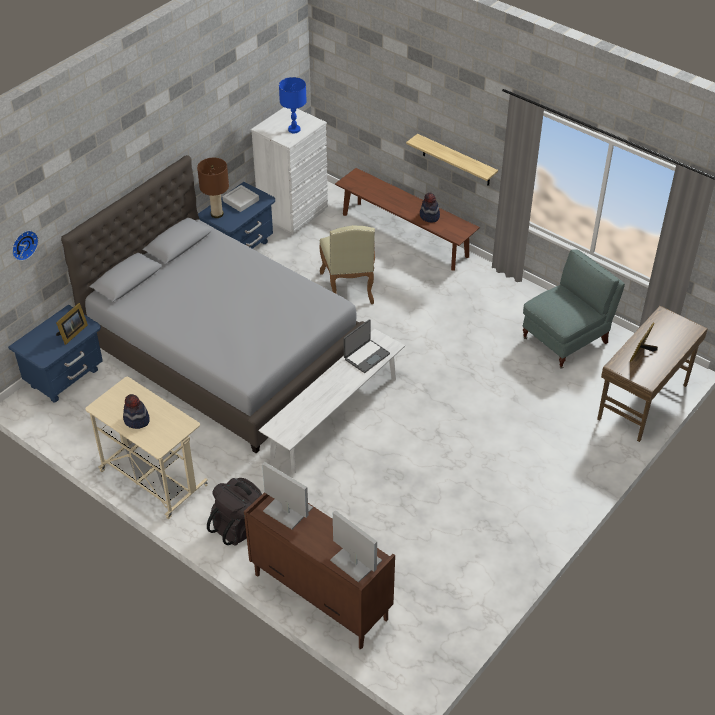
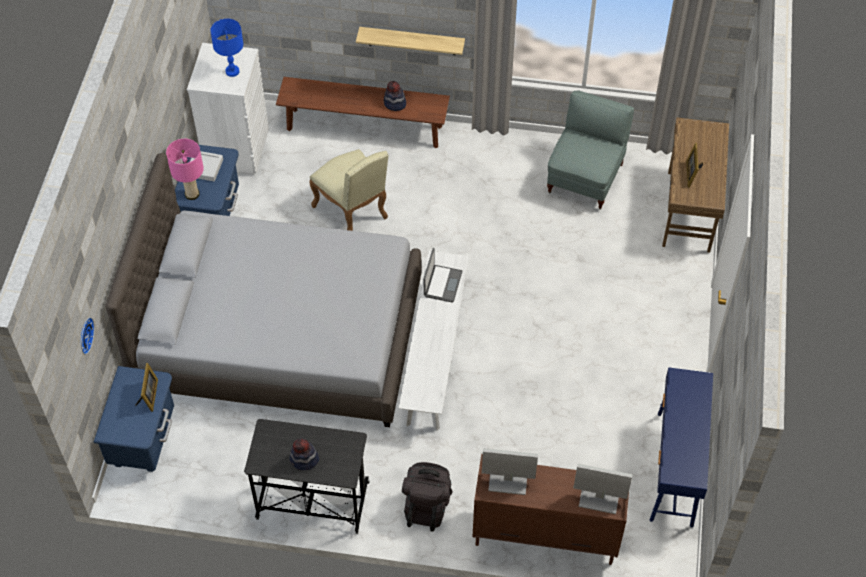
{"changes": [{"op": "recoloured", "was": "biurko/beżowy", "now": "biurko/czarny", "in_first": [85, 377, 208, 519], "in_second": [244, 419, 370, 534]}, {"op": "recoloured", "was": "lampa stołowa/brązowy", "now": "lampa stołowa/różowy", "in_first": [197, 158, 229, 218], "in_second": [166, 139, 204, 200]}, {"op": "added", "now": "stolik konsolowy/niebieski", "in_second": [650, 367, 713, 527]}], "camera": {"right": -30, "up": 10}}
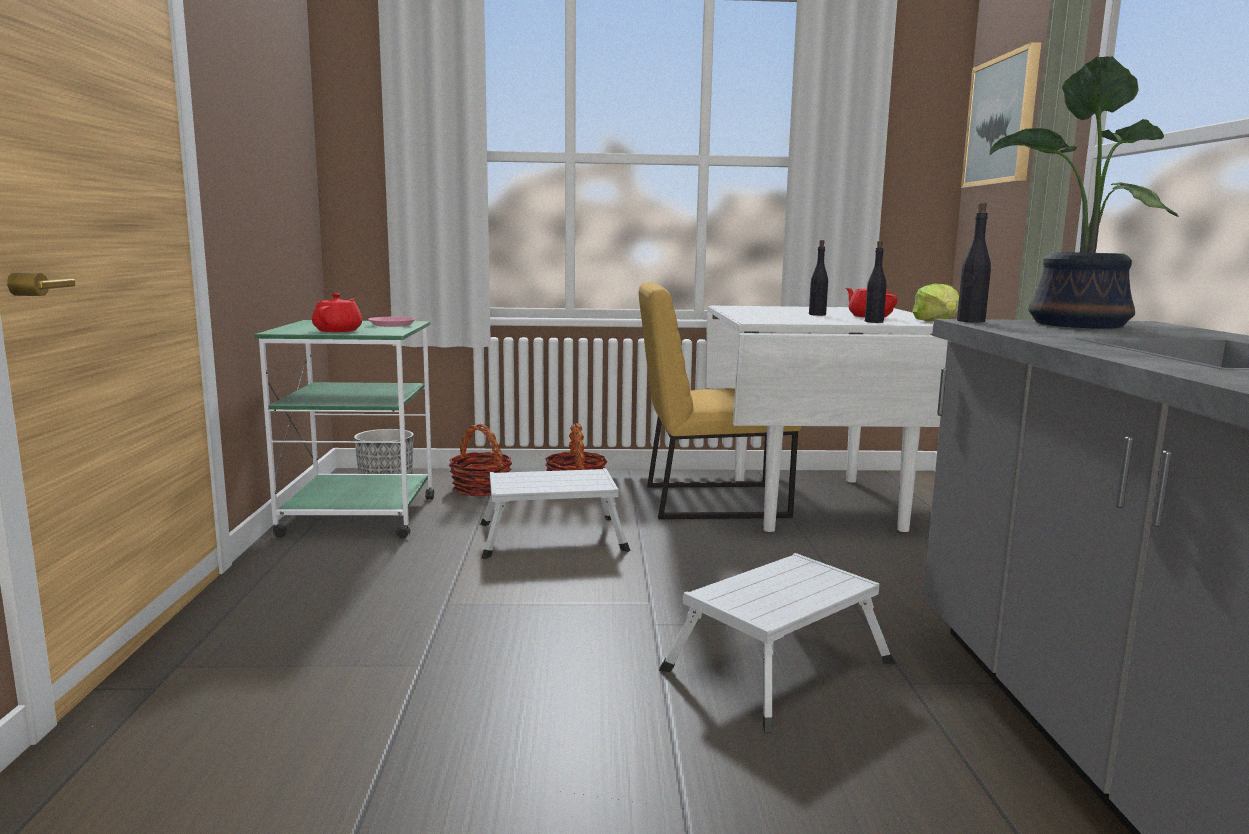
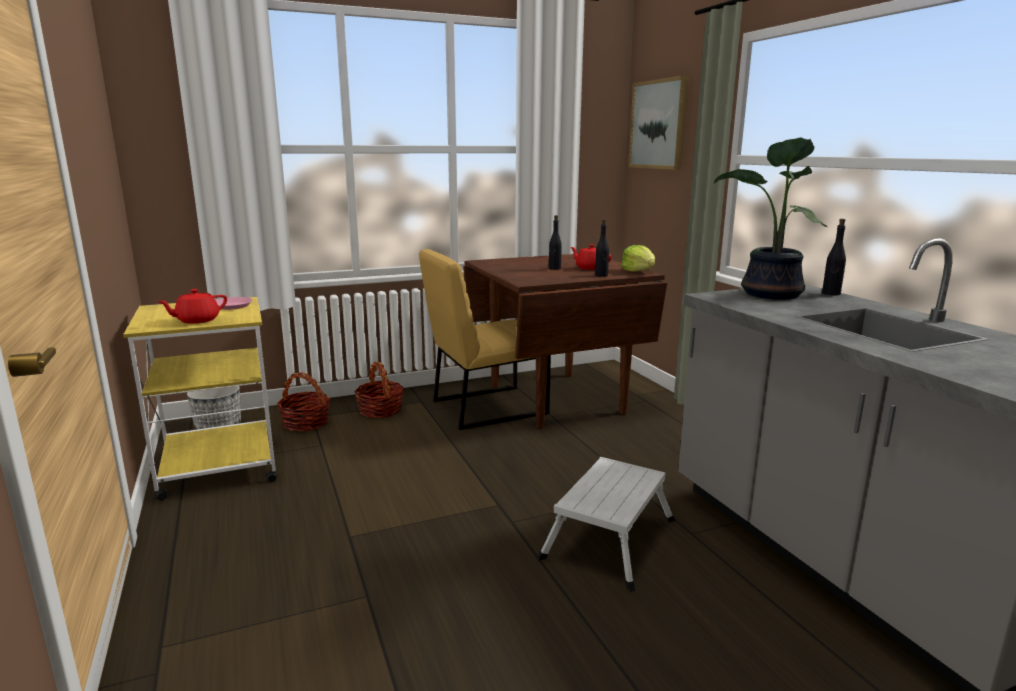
{"changes": [{"op": "recoloured", "was": "wózek/zielony", "now": "wózek/żółty", "in_first": [254, 320, 434, 538], "in_second": [123, 297, 278, 501]}, {"op": "turned", "was": "imbryk/czerwony", "in_first": [312, 293, 362, 332], "in_second": [157, 289, 227, 324], "clockwise": -120}, {"op": "removed", "was": "drabinka/biały", "in_first": [480, 468, 631, 559]}, {"op": "recoloured", "was": "stół jadalny/biały", "now": "stół jadalny/brązowy", "in_first": [706, 306, 948, 532], "in_second": [463, 254, 667, 429]}, {"op": "moved", "was": "butelka/czarny", "in_first": [957, 202, 991, 323], "in_second": [822, 219, 846, 295]}], "camera": {"right": -20, "up": 5}}
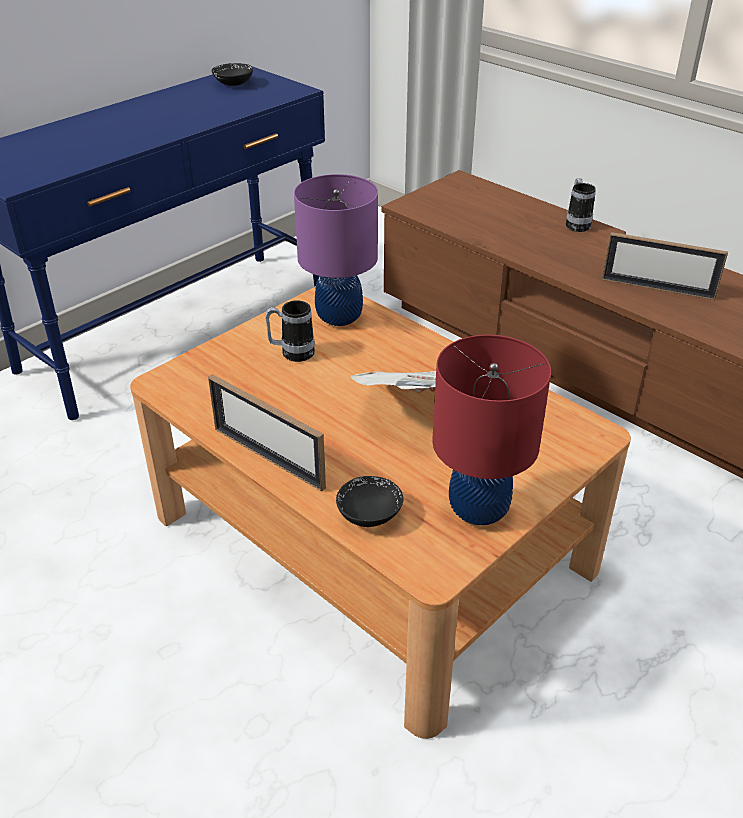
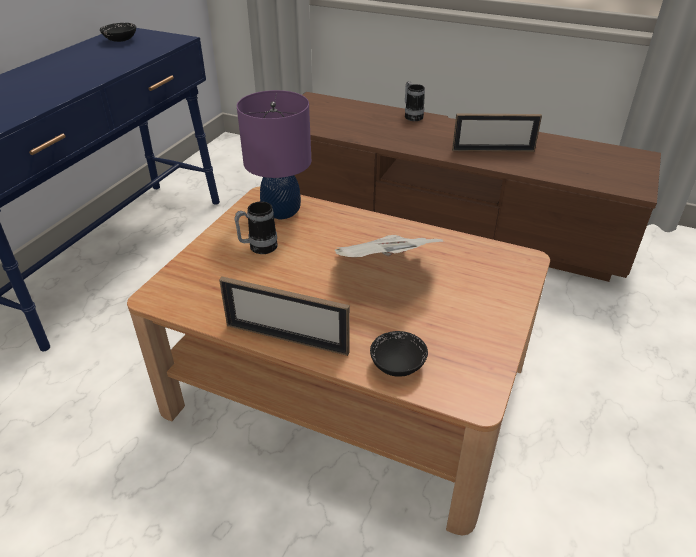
{"changes": [{"op": "removed", "was": "lampa stołowa/czerwony", "in_first": [432, 335, 551, 525]}], "camera": {"right": -20, "up": 0}}
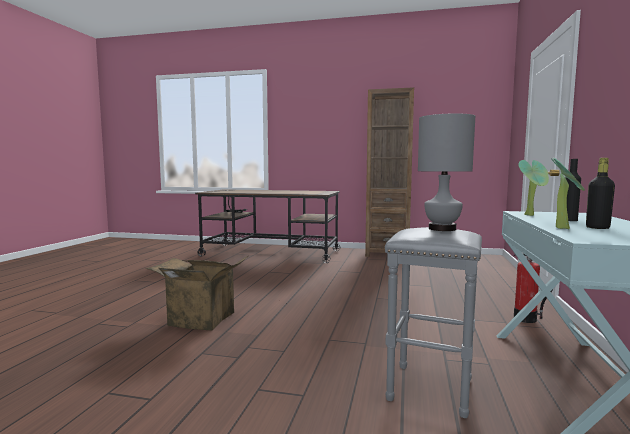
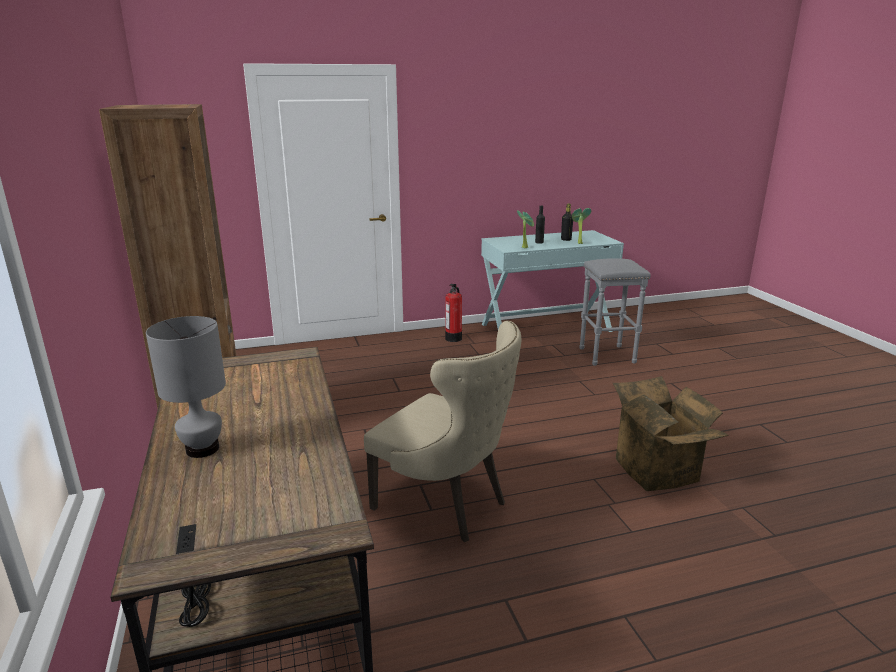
{"changes": [{"op": "moved", "was": "lampa stołowa/szary", "in_first": [418, 113, 475, 231], "in_second": [146, 316, 226, 458]}, {"op": "added", "now": "krzesło/beżowy", "in_second": [364, 320, 521, 542]}], "camera": {"right": -120, "up": 15}}
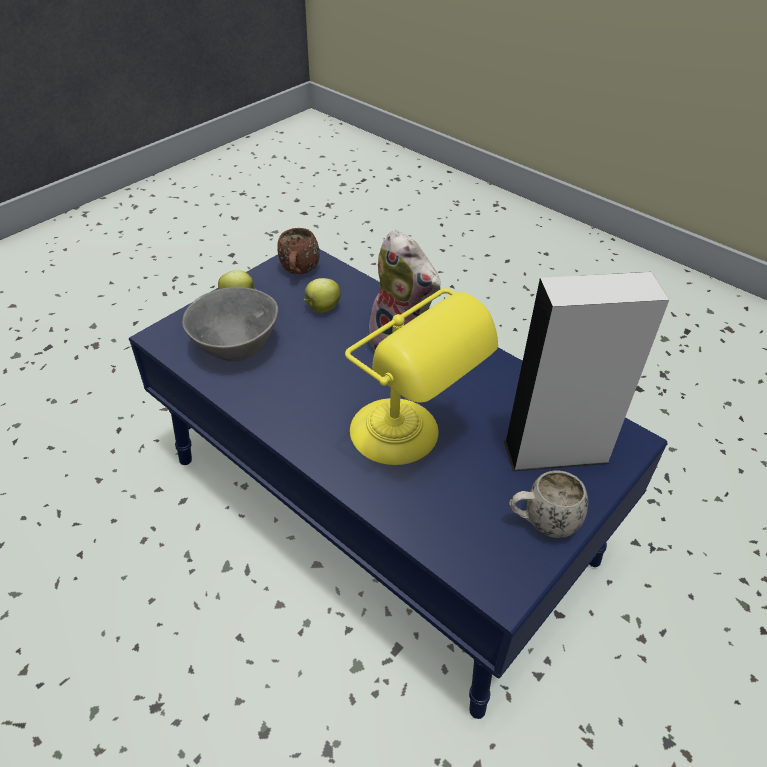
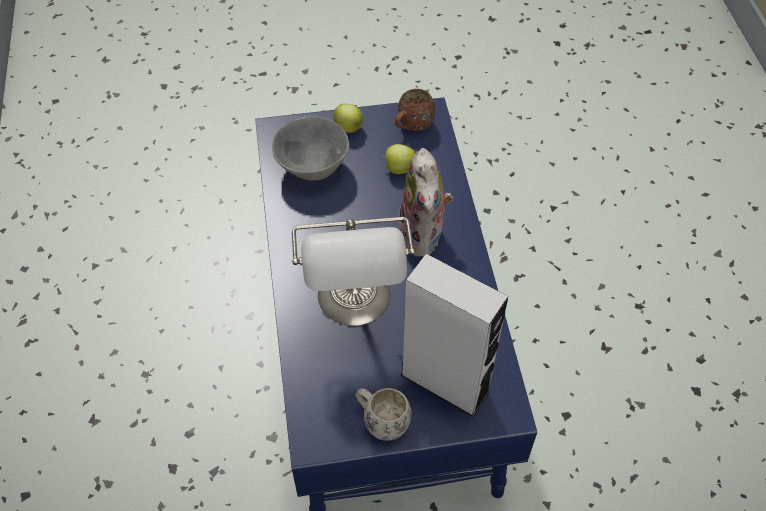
{"changes": [{"op": "recoloured", "was": "lampa stołowa/żółty", "now": "lampa stołowa/biały", "in_first": [345, 288, 498, 465], "in_second": [292, 217, 415, 326]}], "camera": {"right": 40, "up": 10}}
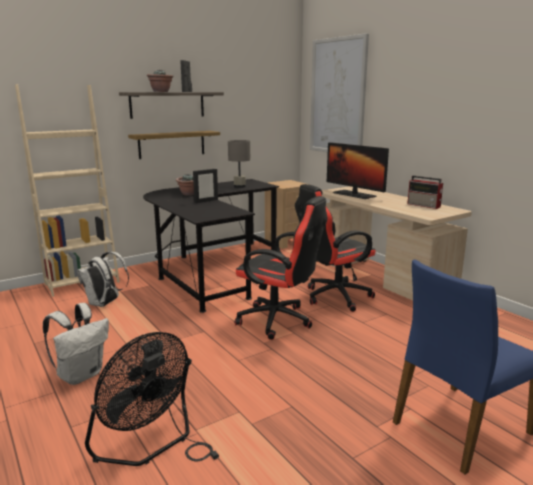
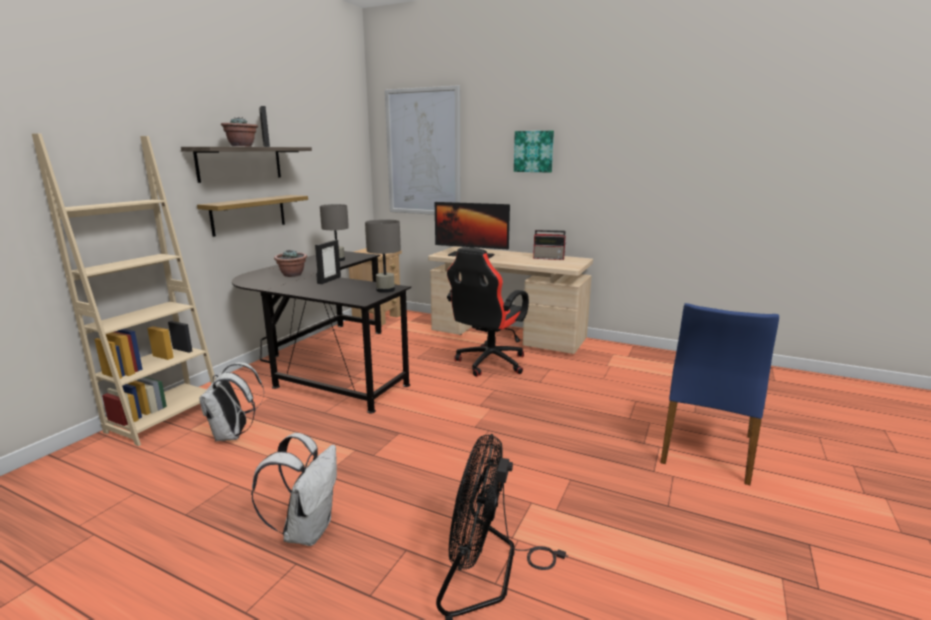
{"changes": [{"op": "removed", "was": "krzesło biurowe/czarny", "in_first": [235, 196, 328, 340]}, {"op": "added", "now": "lampa stołowa/szary", "in_second": [365, 219, 401, 293]}, {"op": "added", "now": "obraz", "in_second": [514, 131, 554, 173]}], "camera": {"right": -30, "up": 0}}
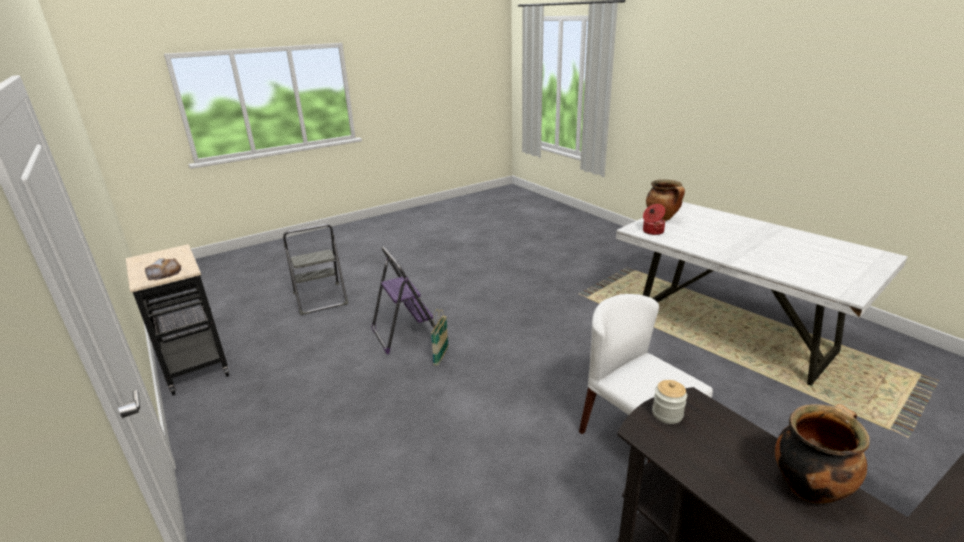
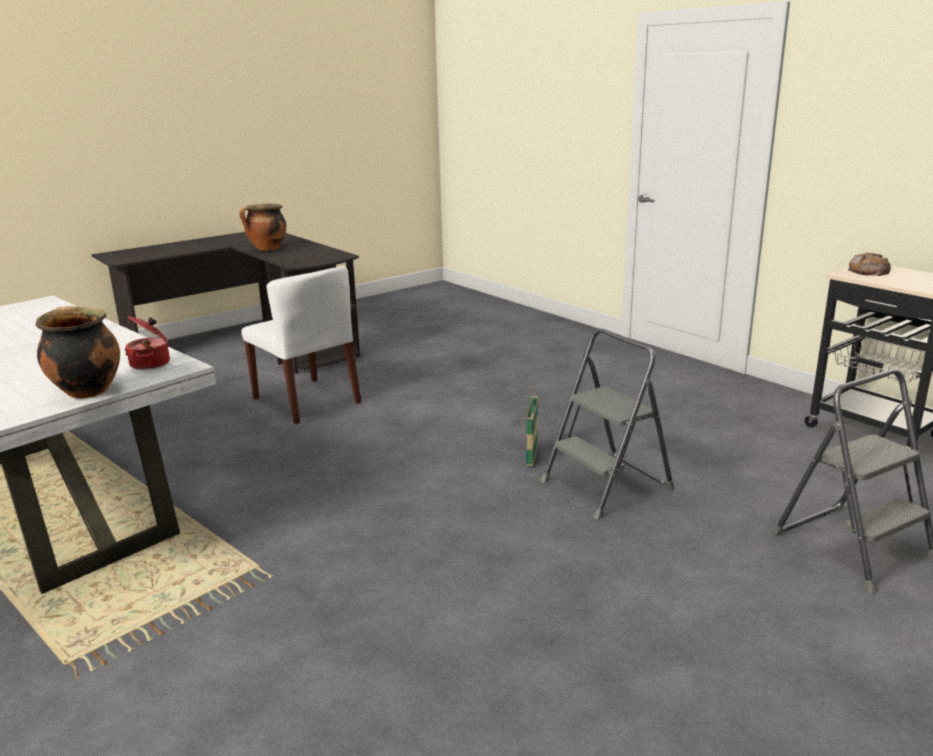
{"changes": [{"op": "recoloured", "was": "drabinka/fioletowy", "now": "drabinka/szary", "in_first": [371, 246, 436, 354], "in_second": [540, 329, 674, 520]}, {"op": "removed", "was": "słoik", "in_first": [652, 380, 687, 424]}], "camera": {"right": 175, "up": -5}}
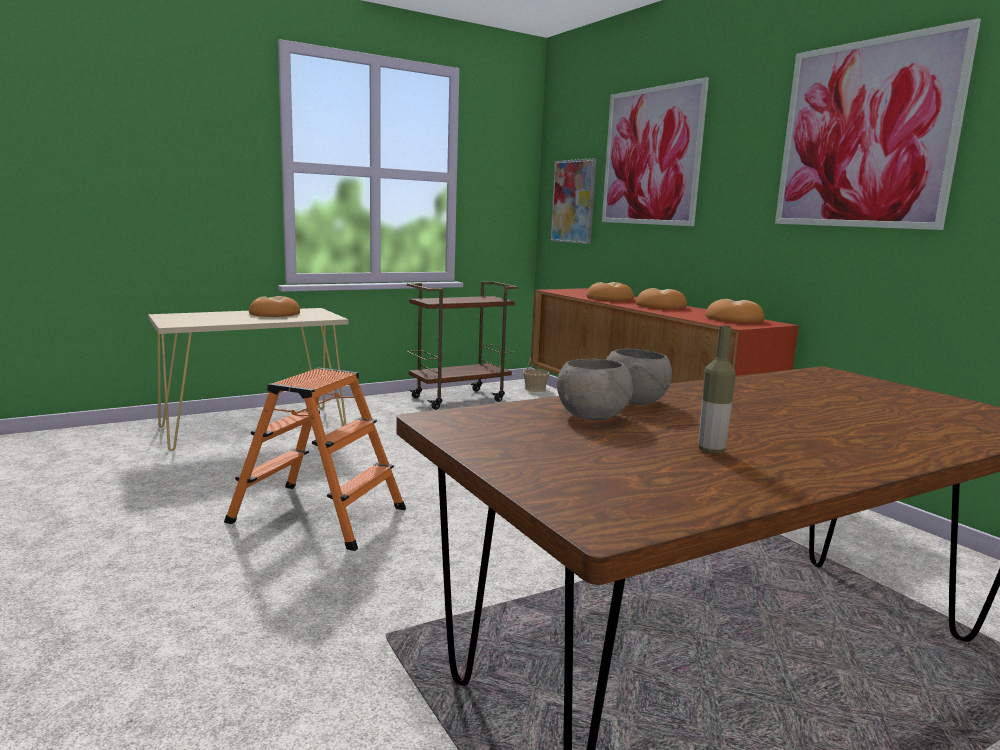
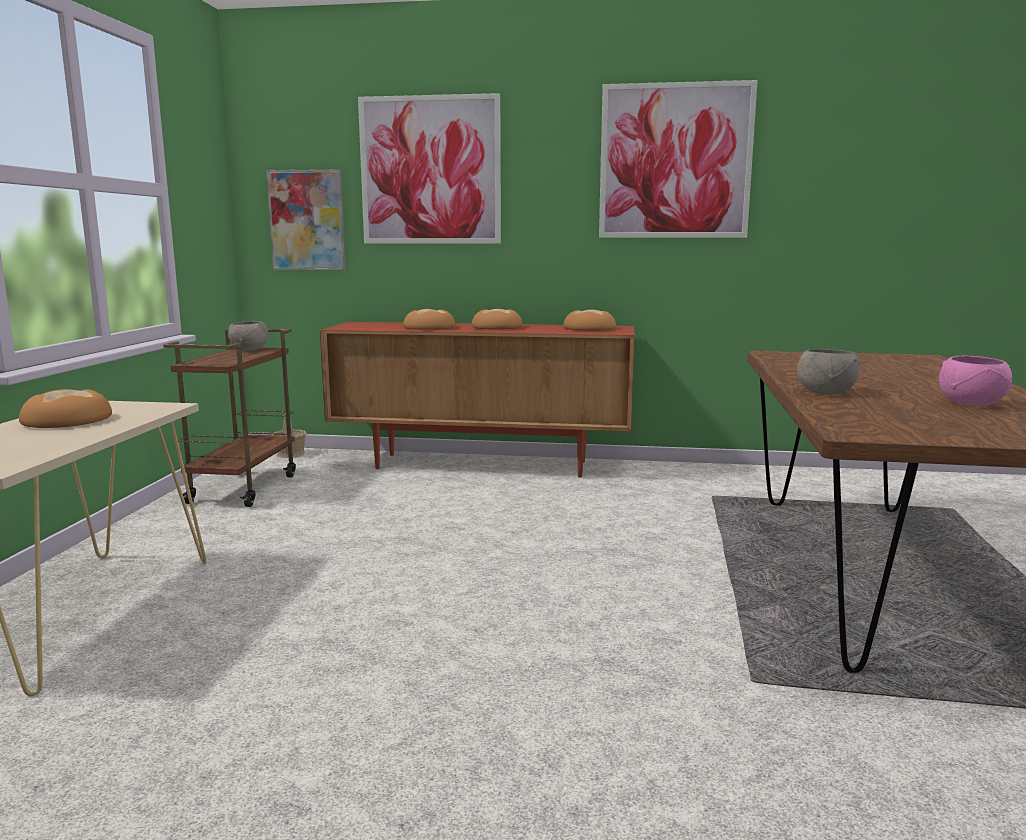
{"changes": [{"op": "removed", "was": "drabinka/pomarańczowy", "in_first": [224, 367, 406, 551]}, {"op": "moved", "was": "miska/szary", "in_first": [557, 359, 633, 420], "in_second": [228, 321, 269, 351]}, {"op": "replaced", "was": "butelka", "now": "miska/różowy", "in_first": [698, 325, 736, 453], "in_second": [939, 356, 1012, 406]}], "camera": {"right": -50, "up": 0}}
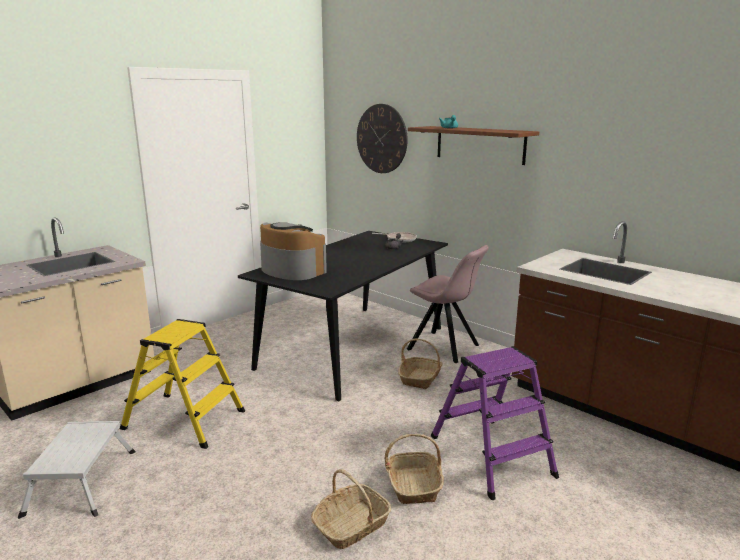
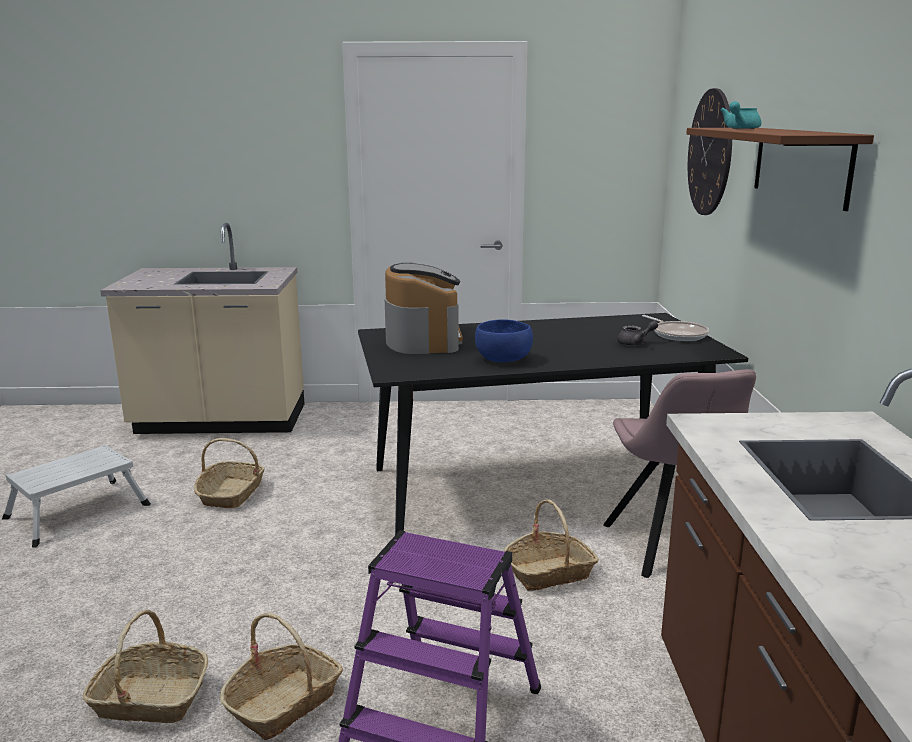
{"changes": [{"op": "replaced", "was": "drabinka/żółty", "now": "koszyk", "in_first": [120, 319, 245, 449], "in_second": [194, 438, 265, 508]}, {"op": "added", "now": "miska/niebieski", "in_second": [475, 320, 533, 362]}], "camera": {"right": 45, "up": 0}}
